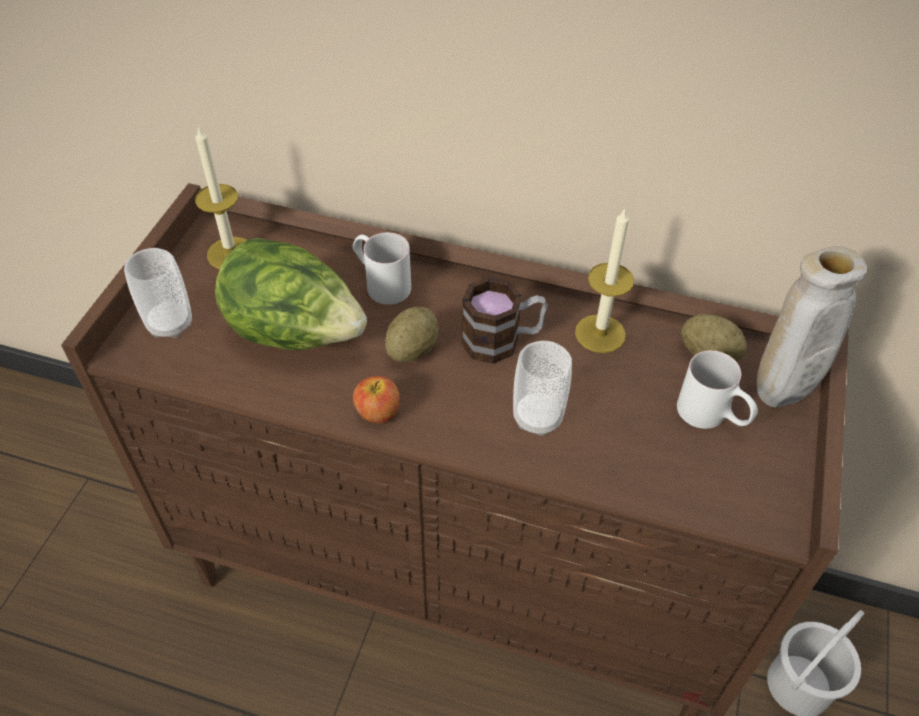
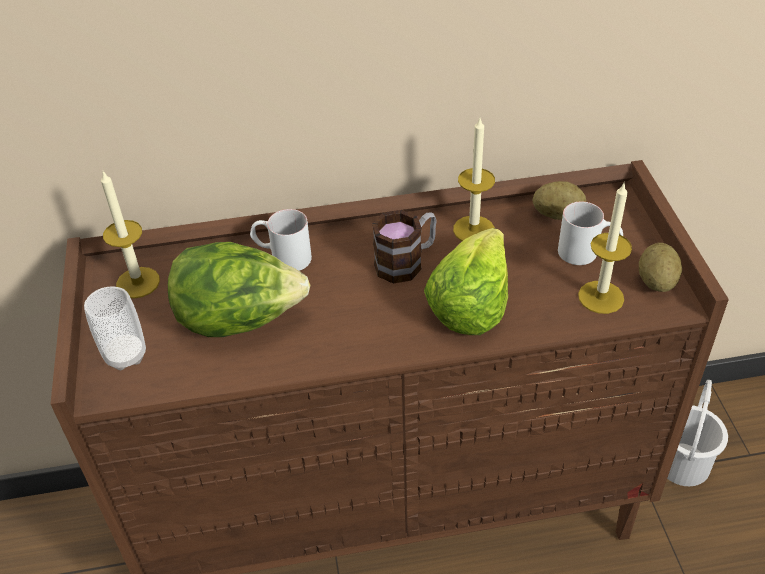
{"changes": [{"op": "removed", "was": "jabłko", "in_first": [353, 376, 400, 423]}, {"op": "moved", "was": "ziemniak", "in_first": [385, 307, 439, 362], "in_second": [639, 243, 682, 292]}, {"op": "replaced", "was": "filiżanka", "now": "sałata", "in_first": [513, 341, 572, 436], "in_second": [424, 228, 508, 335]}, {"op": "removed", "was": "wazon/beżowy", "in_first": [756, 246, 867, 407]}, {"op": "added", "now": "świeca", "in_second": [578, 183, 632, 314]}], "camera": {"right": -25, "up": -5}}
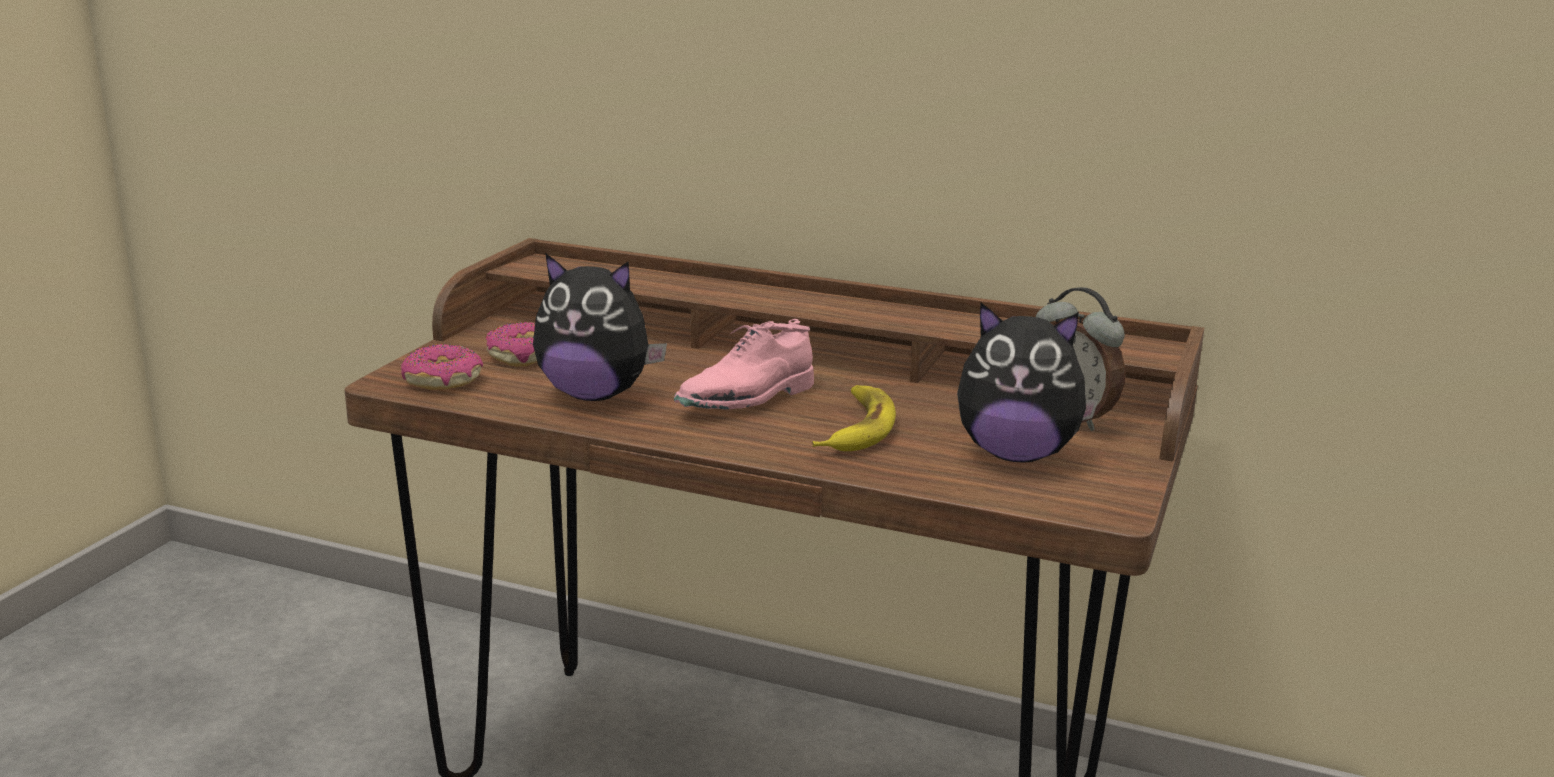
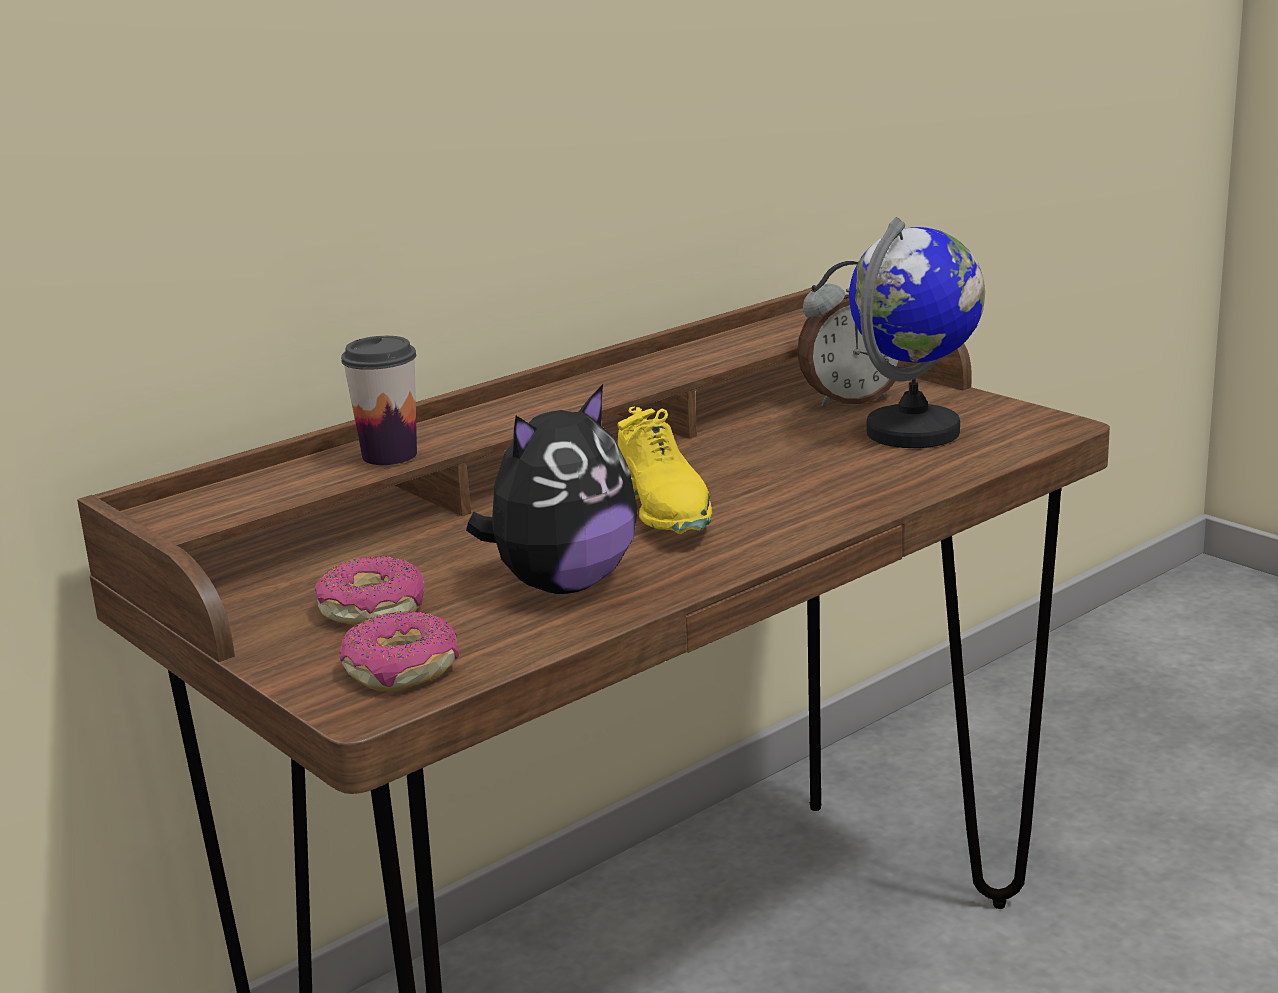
{"changes": [{"op": "recoloured", "was": "but/różowy", "now": "but/żółty", "in_first": [674, 319, 814, 409], "in_second": [617, 407, 712, 534]}, {"op": "removed", "was": "banan", "in_first": [812, 385, 896, 451]}, {"op": "replaced", "was": "pluszak", "now": "globus", "in_first": [957, 302, 1099, 463], "in_second": [849, 217, 985, 448]}, {"op": "added", "now": "filiżanka", "in_second": [341, 336, 417, 465]}], "camera": {"right": -60, "up": 0}}
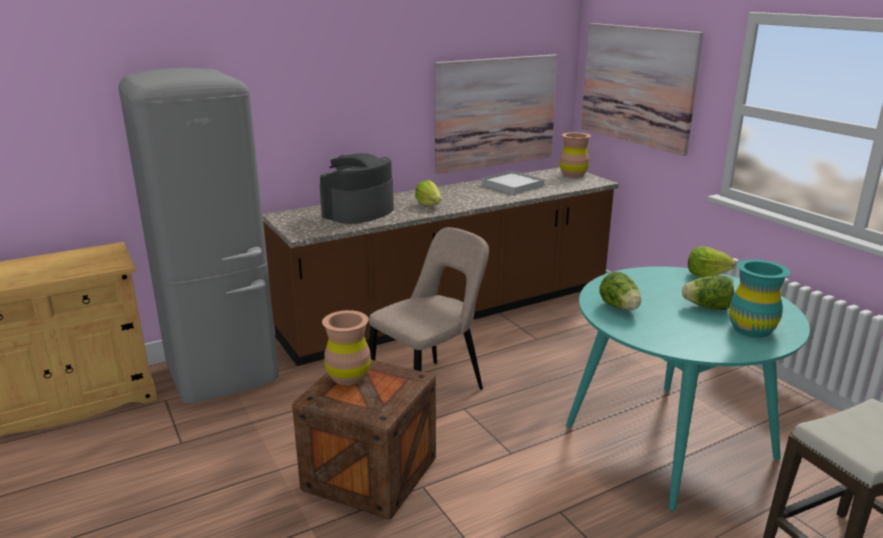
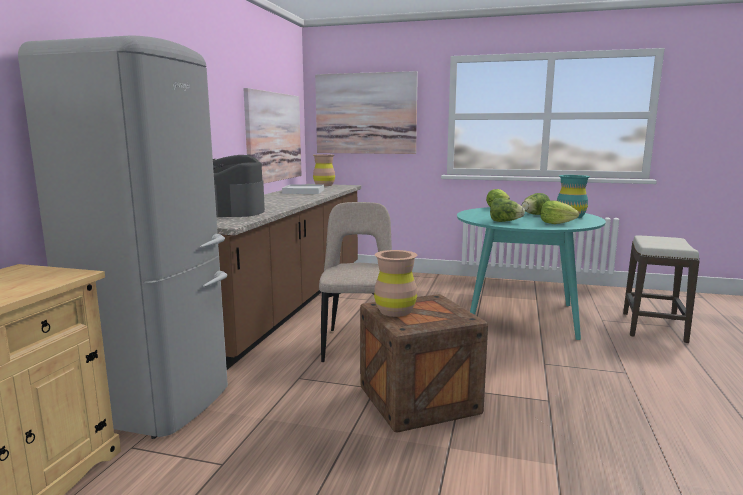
{"changes": [{"op": "moved", "was": "sałata", "in_first": [415, 180, 441, 206], "in_second": [541, 201, 579, 224]}], "camera": {"right": -45, "up": -10}}
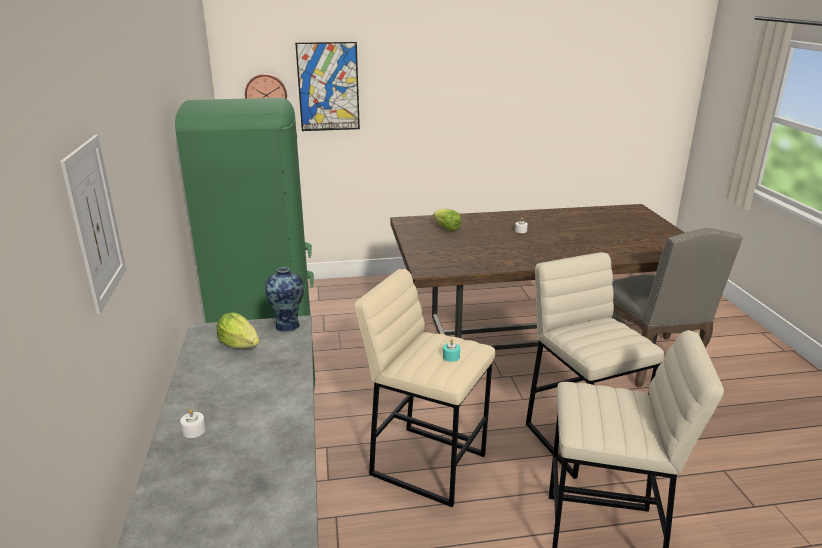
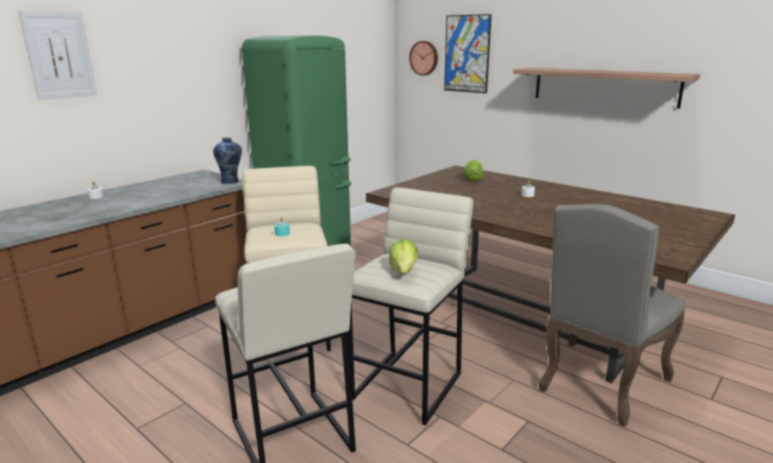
{"changes": [{"op": "moved", "was": "sałata", "in_first": [216, 312, 260, 348], "in_second": [389, 239, 418, 274]}, {"op": "added", "now": "półka", "in_second": [513, 68, 700, 109]}], "camera": {"right": 50, "up": -5}}
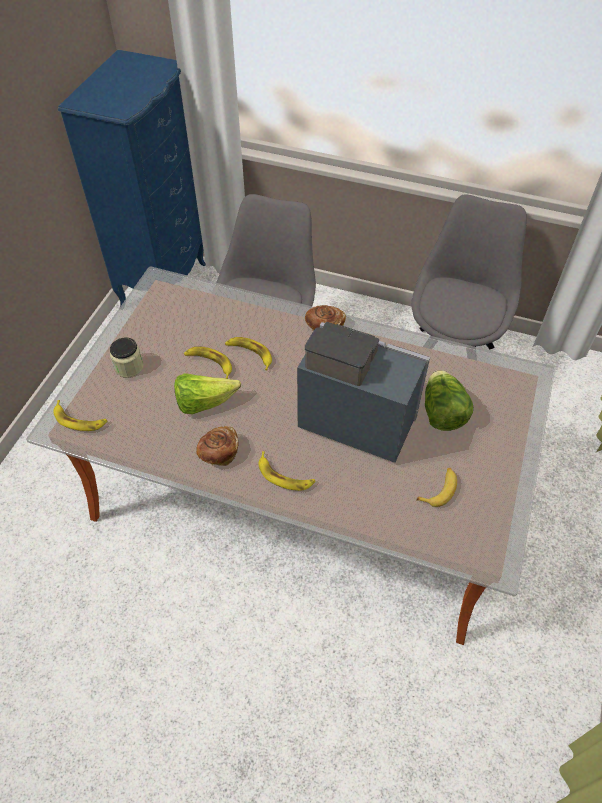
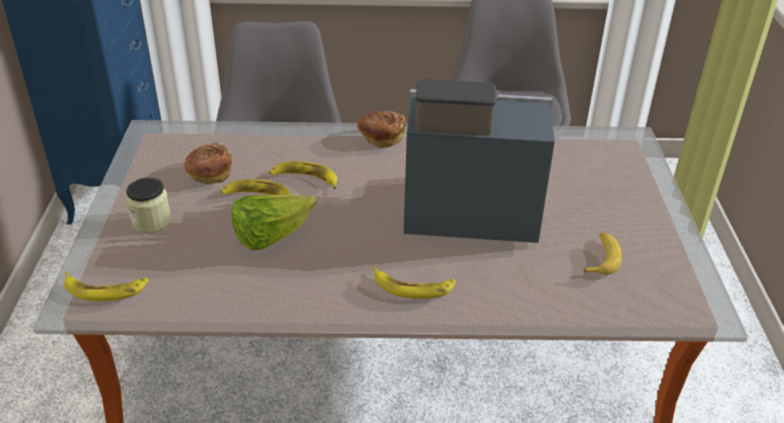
{"changes": [{"op": "moved", "was": "chleb", "in_first": [196, 426, 239, 466], "in_second": [184, 143, 232, 184]}, {"op": "removed", "was": "sałata", "in_first": [425, 370, 473, 431]}], "camera": {"right": -20, "up": -15}}
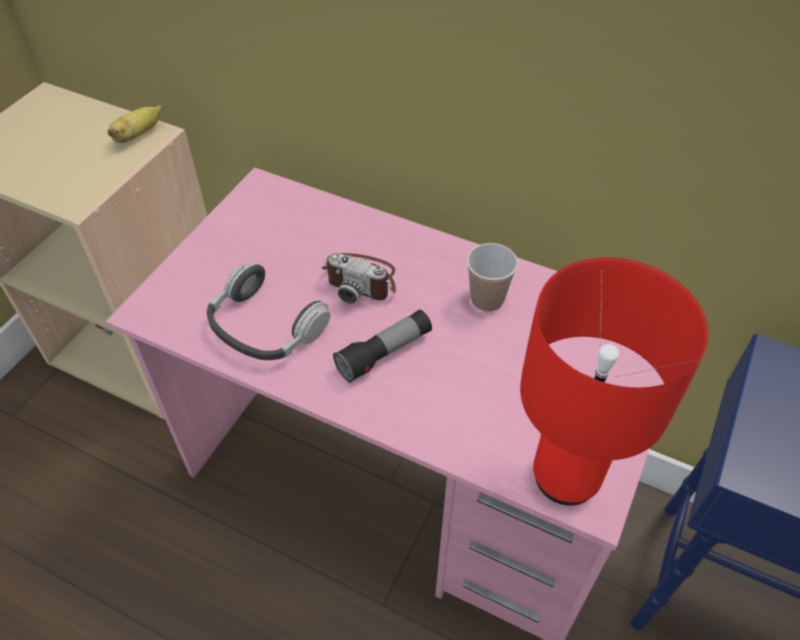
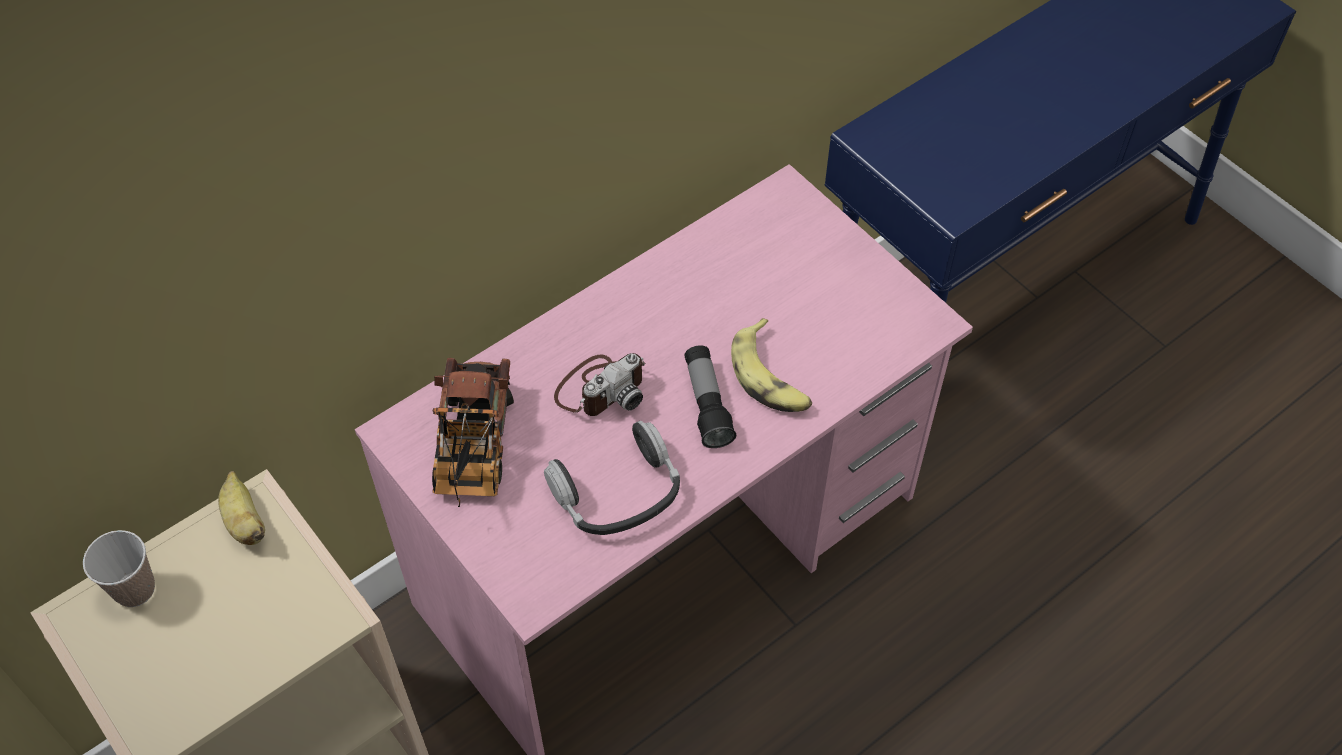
{"changes": [{"op": "moved", "was": "filiżanka", "in_first": [467, 243, 518, 312], "in_second": [83, 530, 155, 607]}, {"op": "removed", "was": "lampa stołowa/czerwony", "in_first": [520, 257, 708, 506]}, {"op": "added", "now": "ciężarówka zabawkowa", "in_second": [432, 358, 514, 507]}, {"op": "added", "now": "banan", "in_second": [731, 318, 812, 412]}], "camera": {"right": -65, "up": 5}}
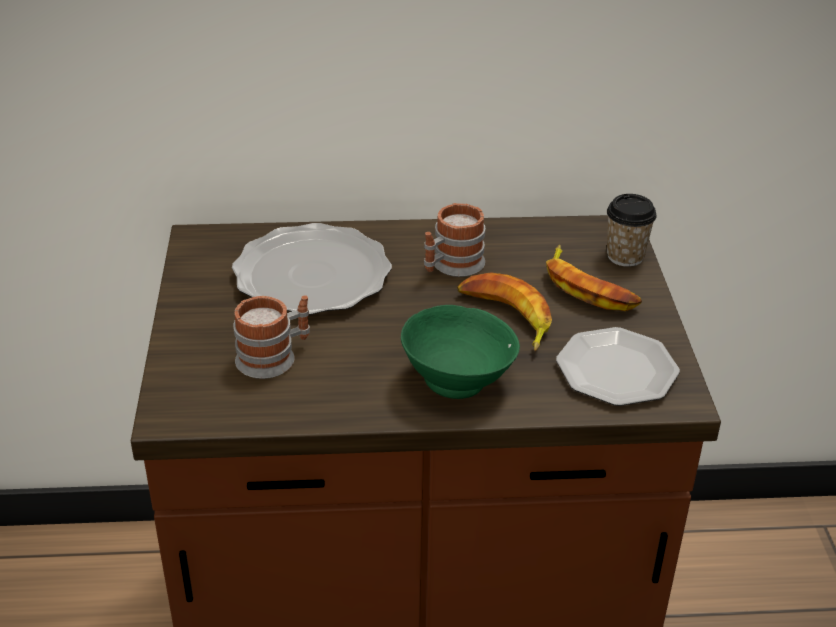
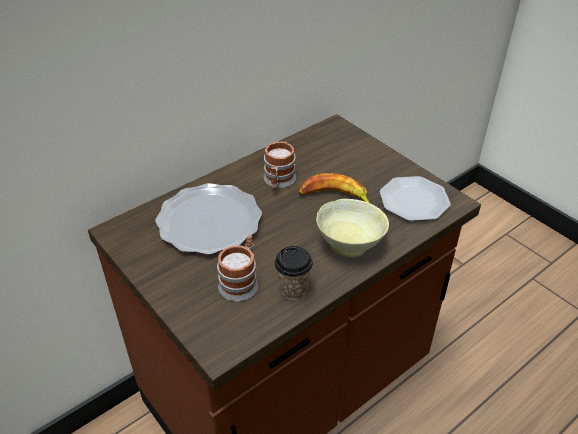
{"changes": [{"op": "recoloured", "was": "miska/zielony", "now": "miska/beżowy", "in_first": [401, 305, 520, 399], "in_second": [316, 199, 389, 257]}, {"op": "removed", "was": "banan", "in_first": [546, 245, 642, 311]}, {"op": "moved", "was": "filiżanka", "in_first": [607, 194, 657, 267], "in_second": [274, 246, 313, 300]}], "camera": {"right": -35, "up": 5}}
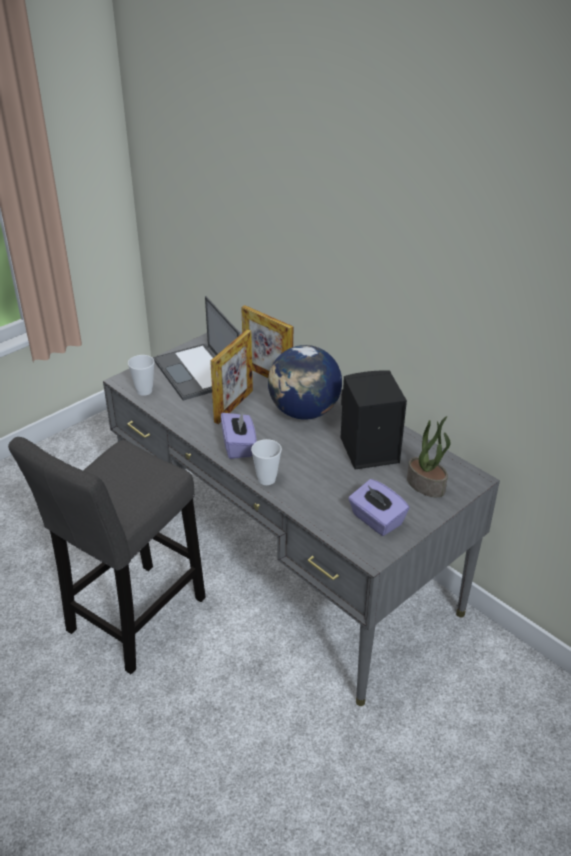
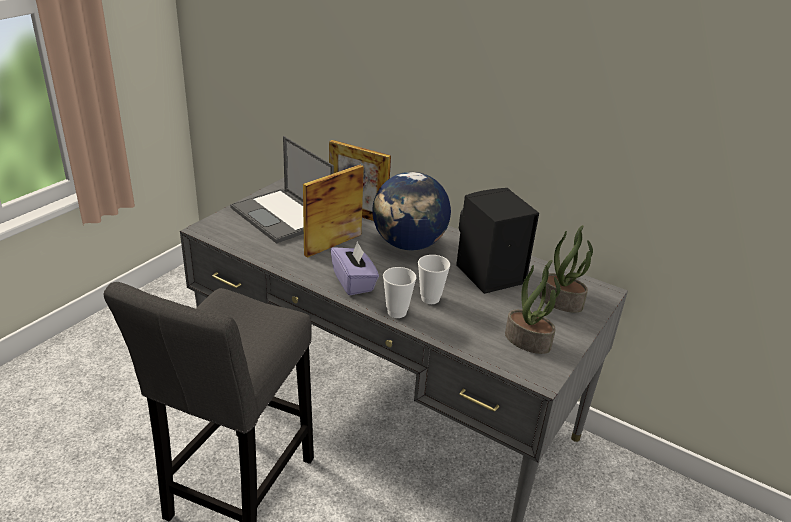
{"changes": [{"op": "moved", "was": "filiżanka", "in_first": [128, 355, 155, 396], "in_second": [418, 255, 450, 304]}, {"op": "turned", "was": "ramka na zdjęcie", "in_first": [210, 329, 253, 424], "in_second": [303, 165, 364, 258], "clockwise": -150}, {"op": "replaced", "was": "pudełko chusteczek/fioletowy", "now": "roślina doniczkowa", "in_first": [349, 479, 409, 536], "in_second": [505, 260, 561, 354]}], "camera": {"right": -15, "up": -5}}
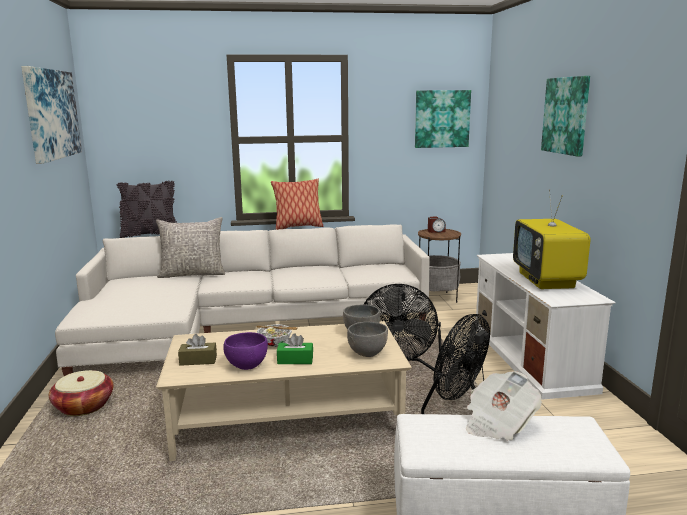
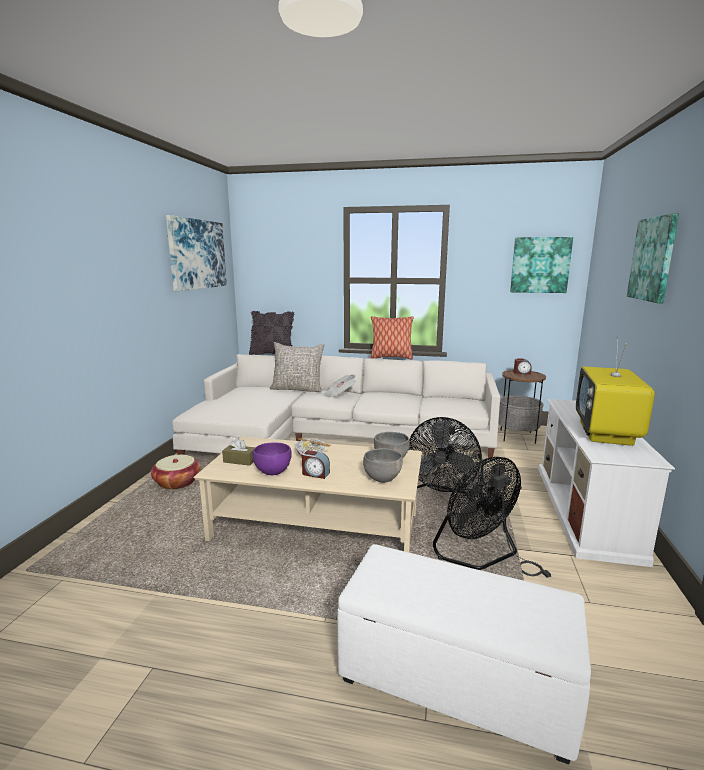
{"changes": [{"op": "replaced", "was": "pudełko chusteczek/zielony", "now": "budzik", "in_first": [277, 333, 313, 364], "in_second": [302, 450, 330, 479]}, {"op": "moved", "was": "gazeta", "in_first": [466, 371, 542, 441], "in_second": [322, 374, 356, 397]}], "camera": {"right": 20, "up": 0}}
